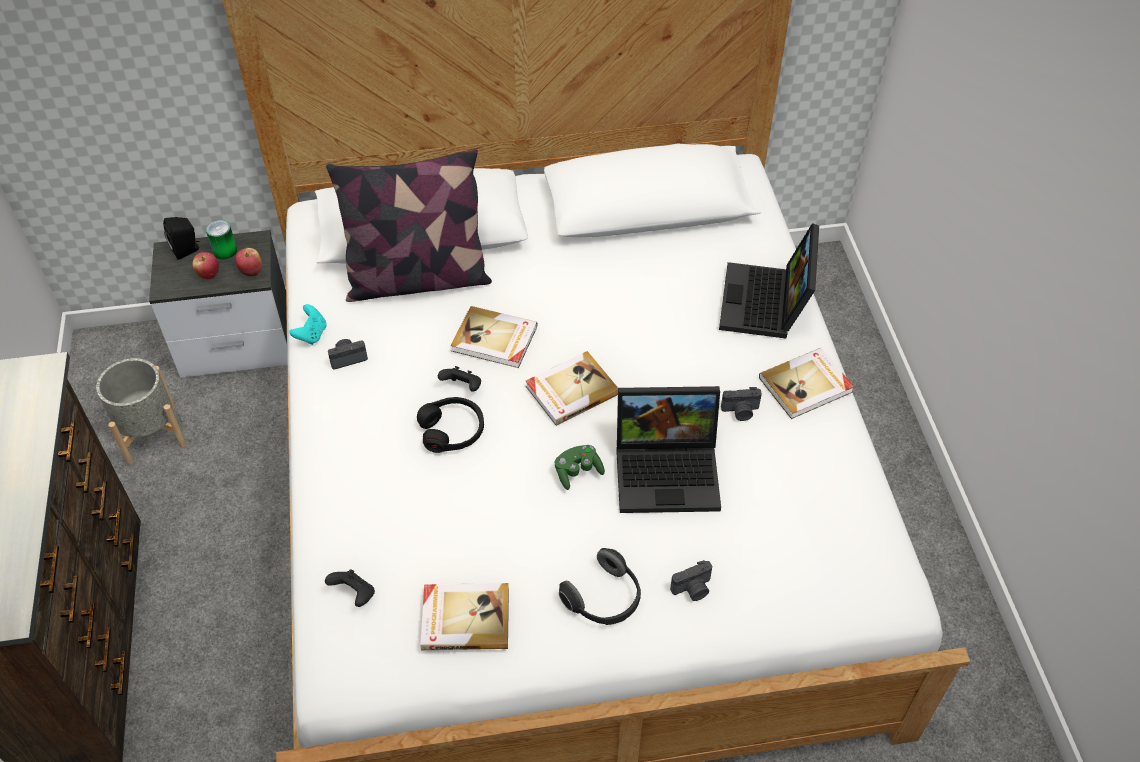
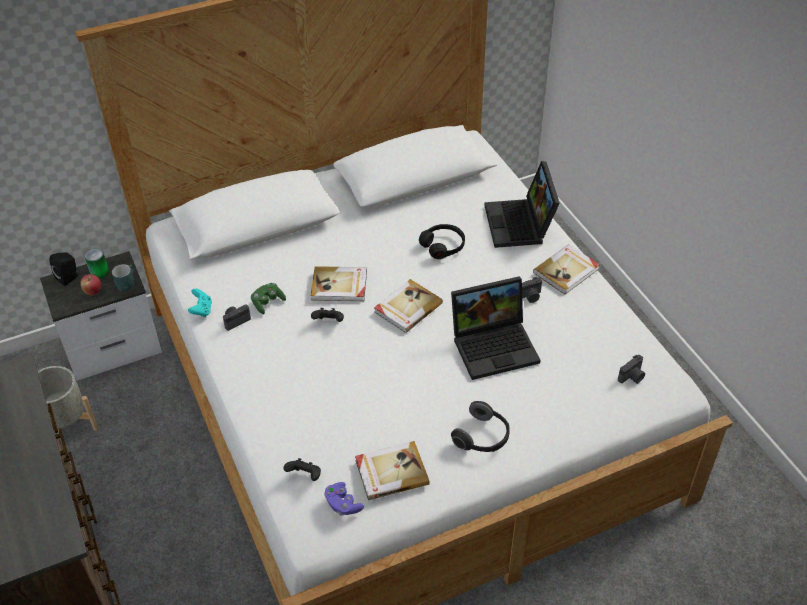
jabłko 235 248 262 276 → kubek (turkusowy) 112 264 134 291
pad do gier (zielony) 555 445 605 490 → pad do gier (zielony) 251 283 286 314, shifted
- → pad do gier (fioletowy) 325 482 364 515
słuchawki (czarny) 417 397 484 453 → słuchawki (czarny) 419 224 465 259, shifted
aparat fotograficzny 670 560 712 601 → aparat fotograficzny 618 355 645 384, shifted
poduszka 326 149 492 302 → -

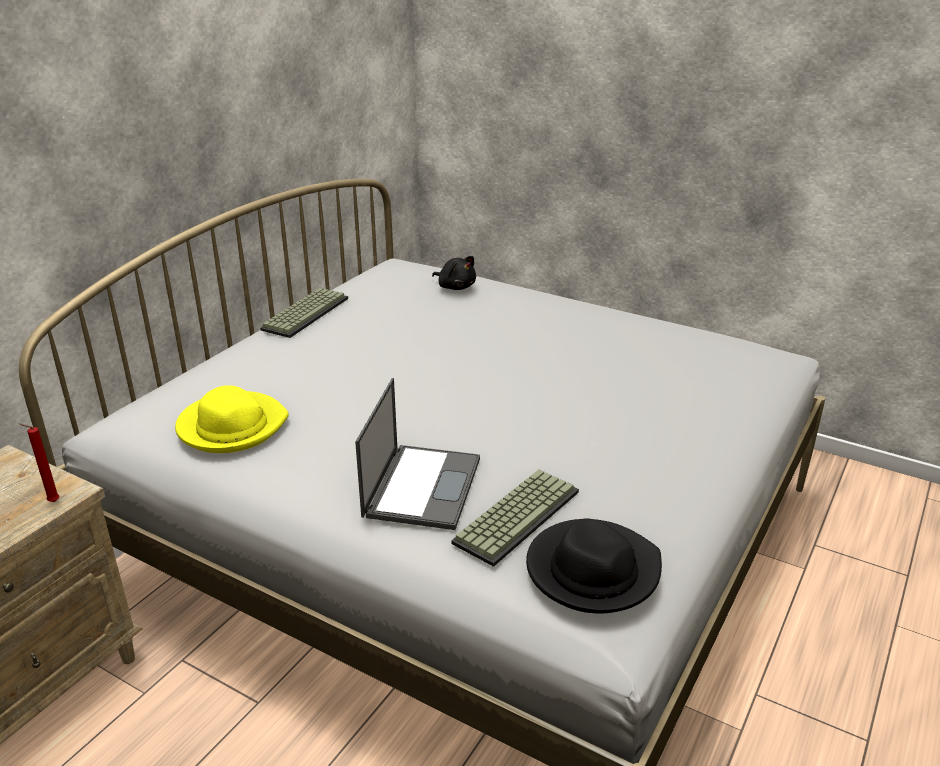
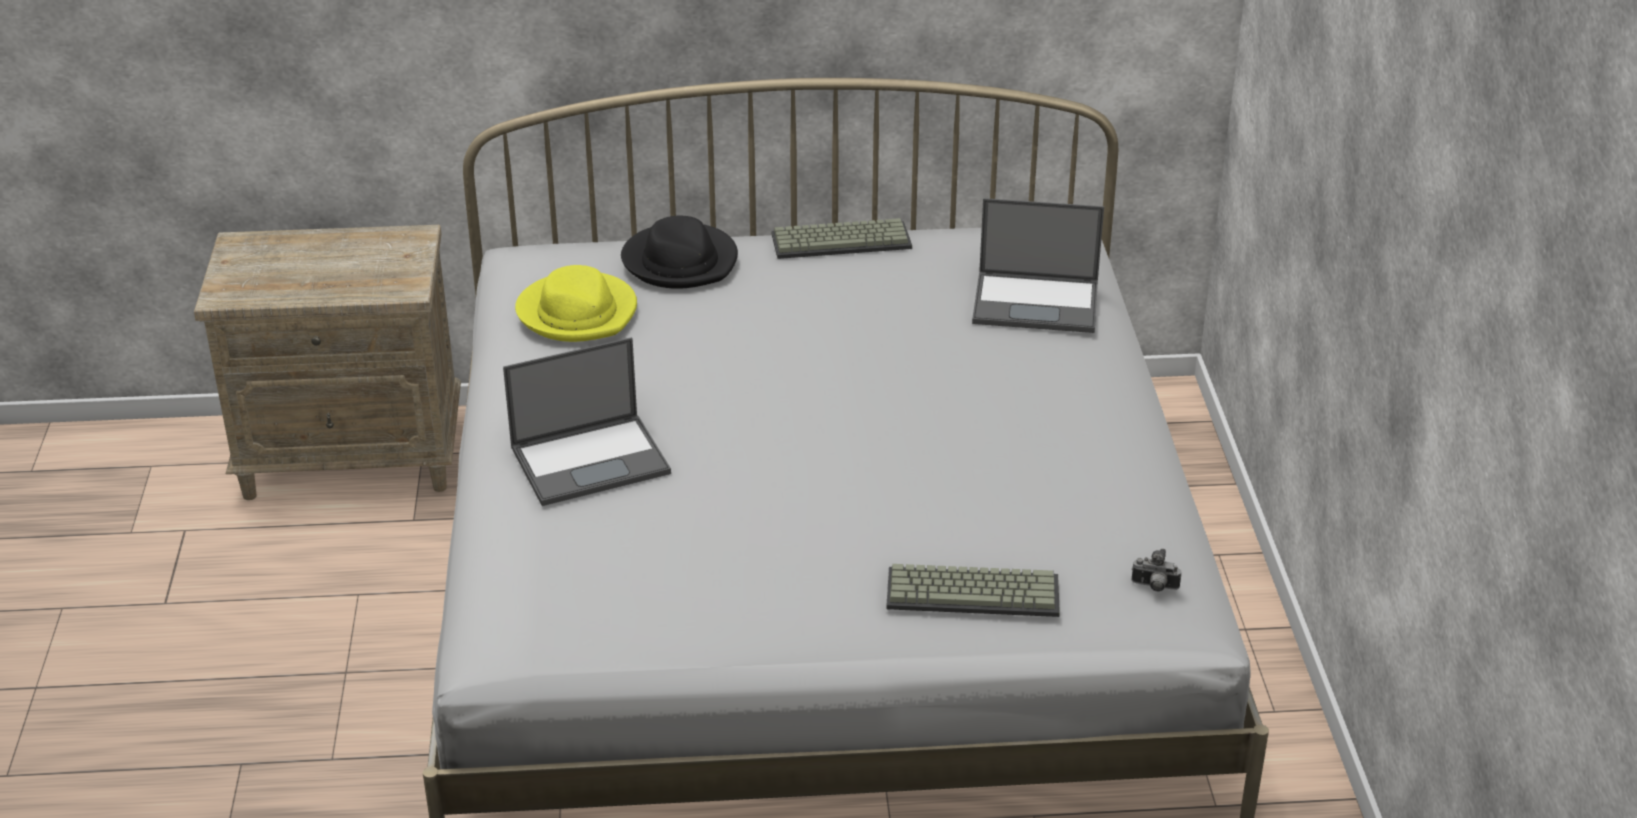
kapelusz (czarny) 526 518 662 613 → kapelusz (czarny) 621 215 738 289, shifted
klawiatura 451 469 579 567 → klawiatura 886 564 1060 617, shifted
pluszak (czarny) 432 256 476 290 → laptop 972 198 1104 333
- → aparat fotograficzny 1132 549 1181 592
świeca (czerwony) 19 423 60 502 → -

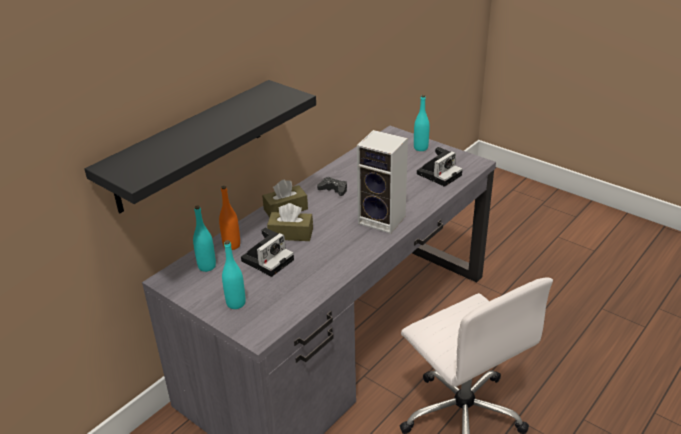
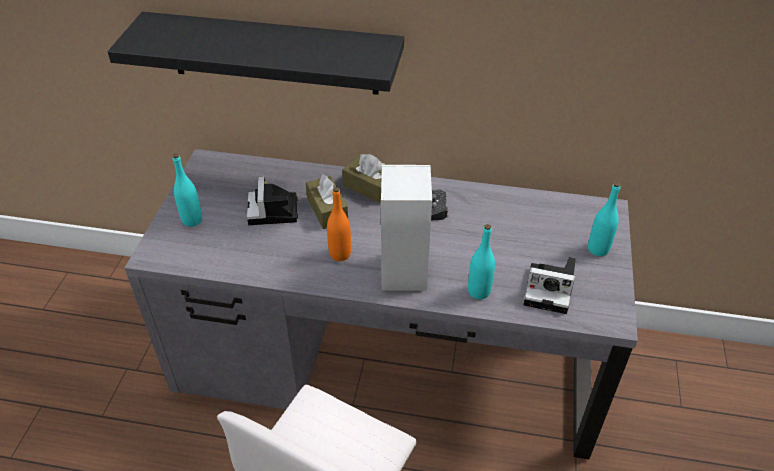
aparat fotograficzny 241 228 294 277 → aparat fotograficzny 247 176 298 225, 75 degrees clockwise
butelka (pomarańczowy) 219 186 240 250 → butelka (pomarańczowy) 327 187 351 261, shifted
butelka (turkusowy) 193 206 216 272 → butelka (turkusowy) 468 224 495 299, shifted

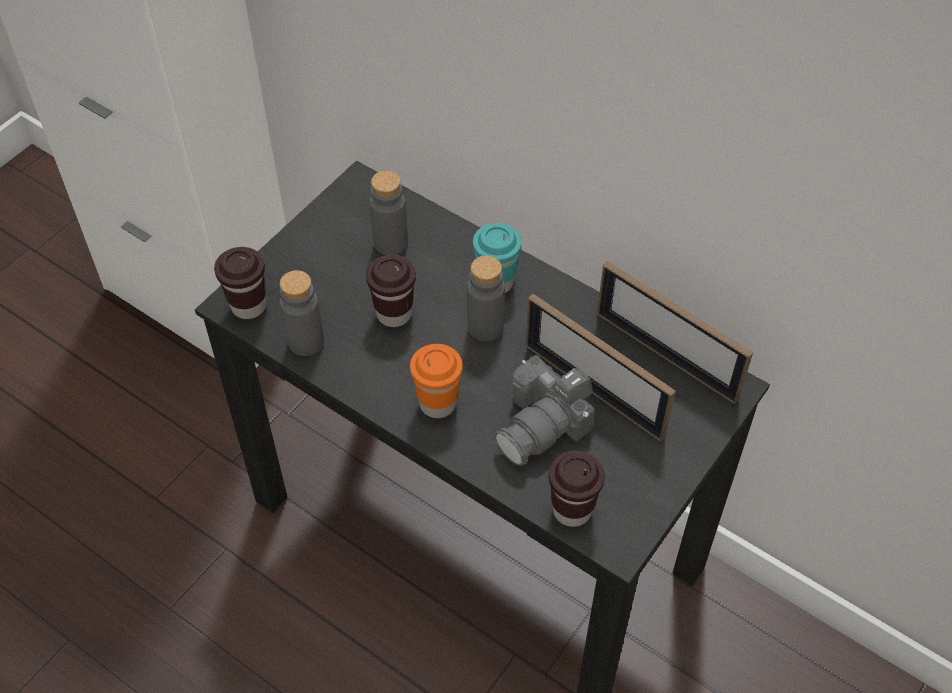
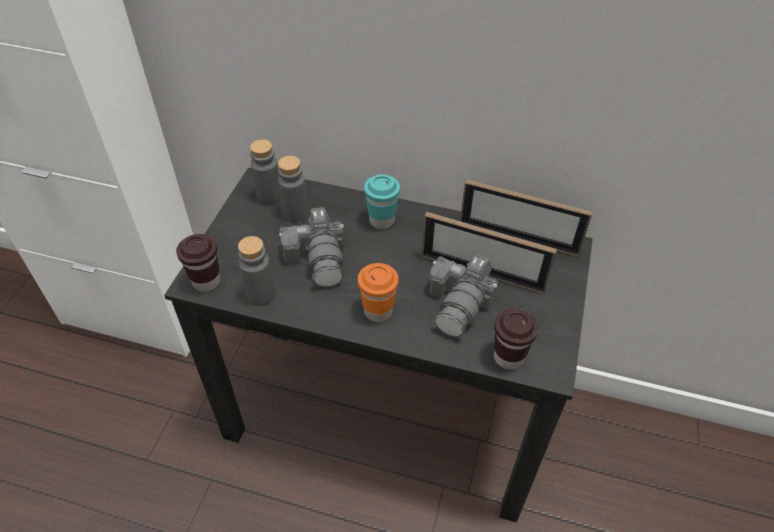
butelka (szary) 467 256 505 341 → butelka (szary) 250 139 281 206, shifted
filiżanka (brązowy) 366 255 416 327 → aparat fotograficzny 279 207 344 287

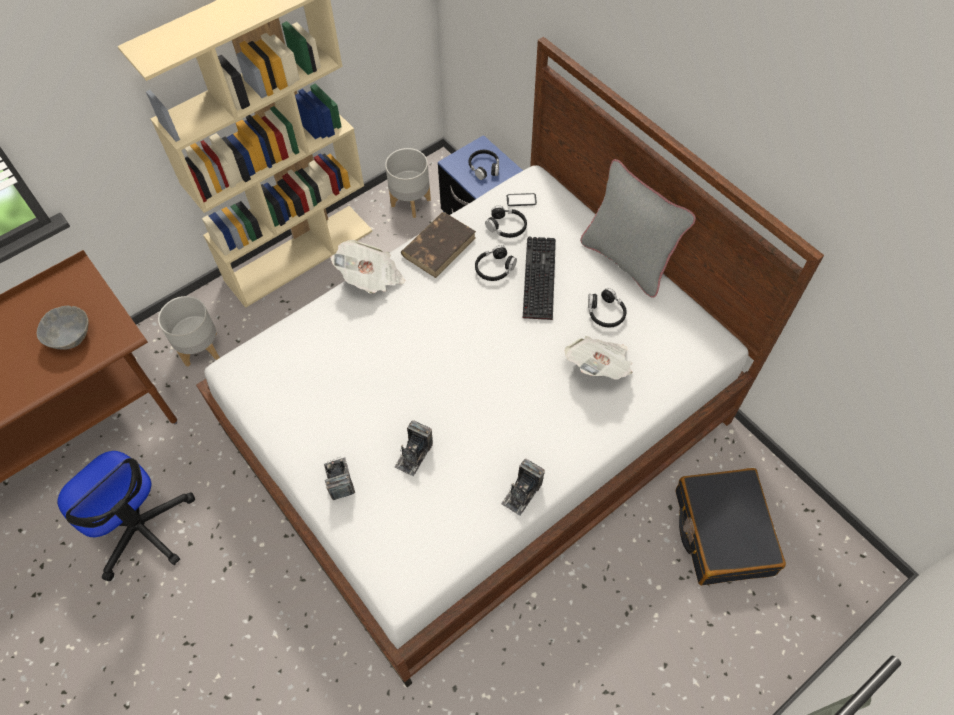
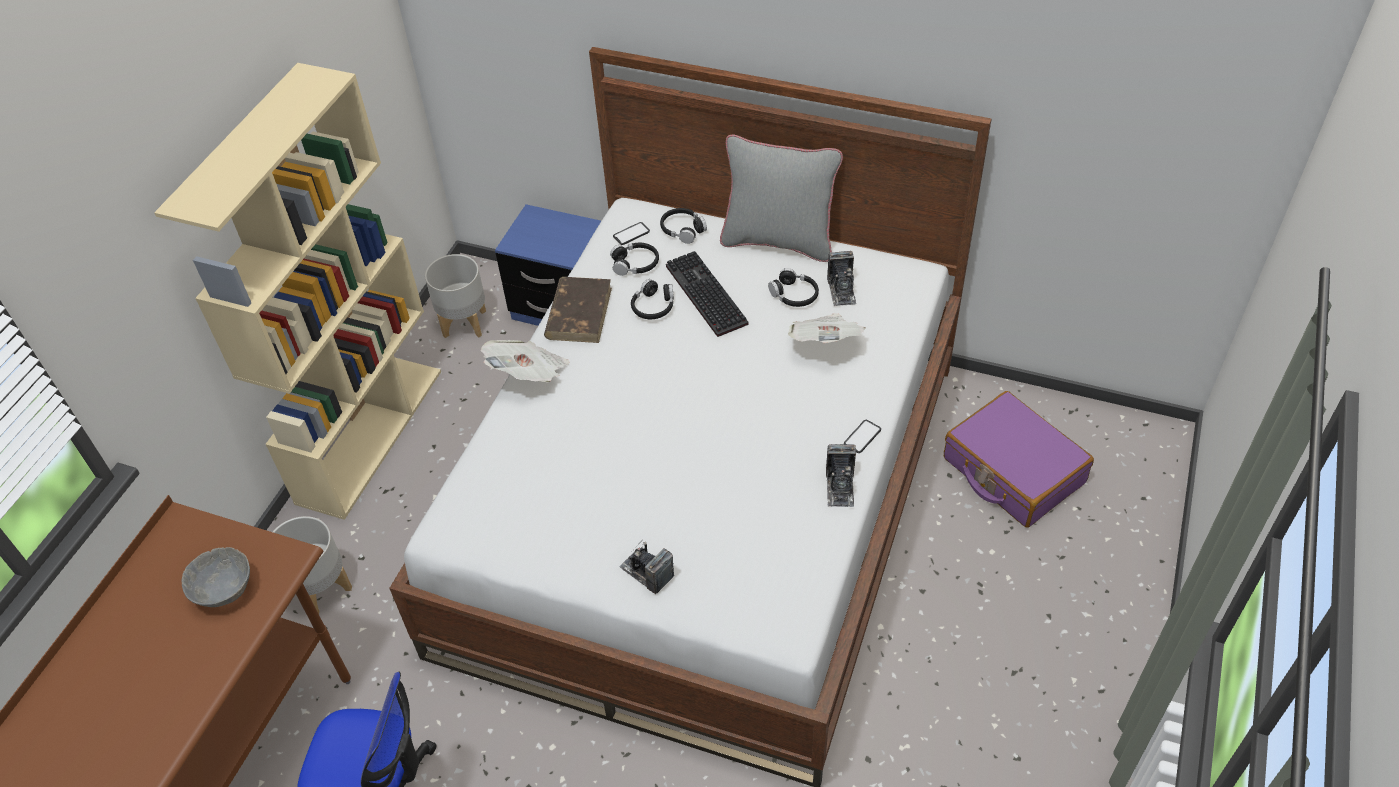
słuchawki (czarny) 469 150 499 180 → słuchawki (czarny) 660 208 707 244, shifted
aparat fotograficzny 394 420 433 476 → aparat fotograficzny 827 251 856 306, shifted
- → telefon 844 420 881 453
walizka (czarny) 676 468 786 585 → walizka (fioletowy) 944 391 1094 528

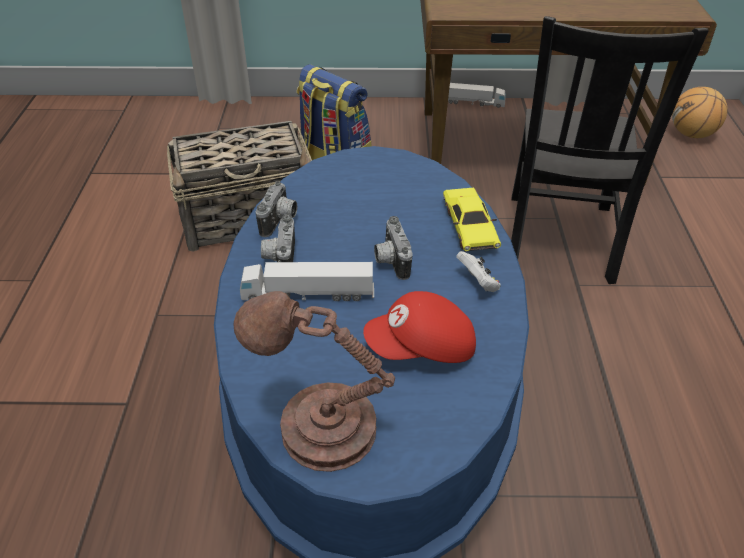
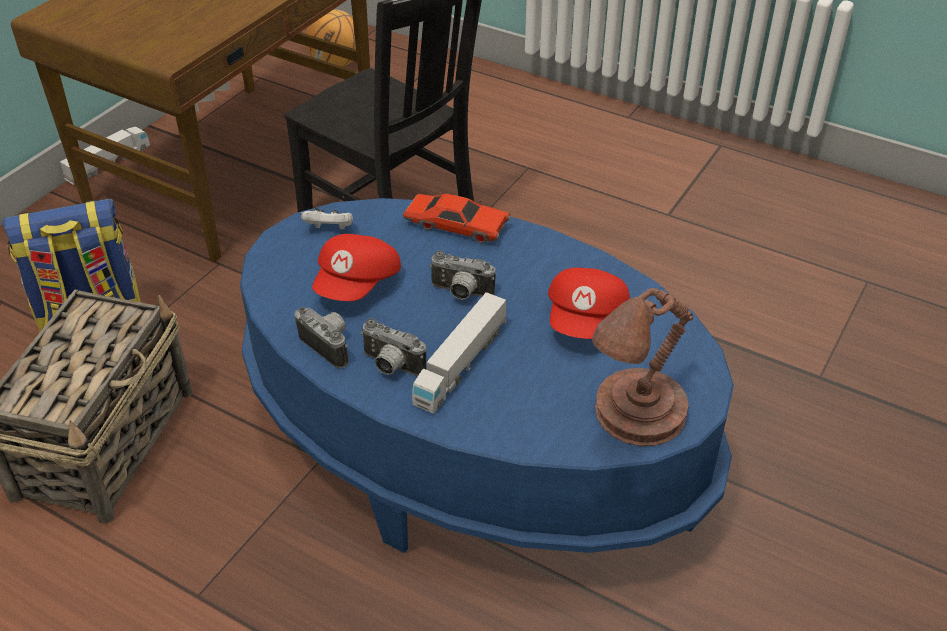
pad do gier (biały) 456 251 501 292 → pad do gier (biały) 301 208 353 229, shifted
- → czapka z daszkiem (czerwony) 312 234 401 301
samochodzik (żółty) 443 188 501 252 → samochodzik (czerwony) 403 194 510 244

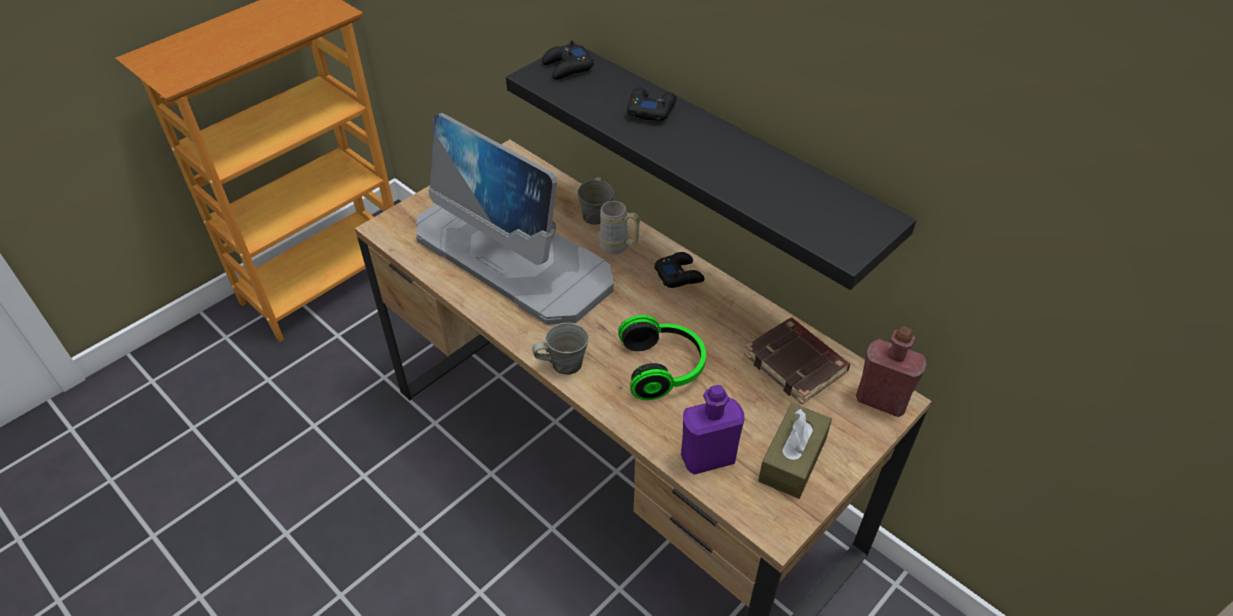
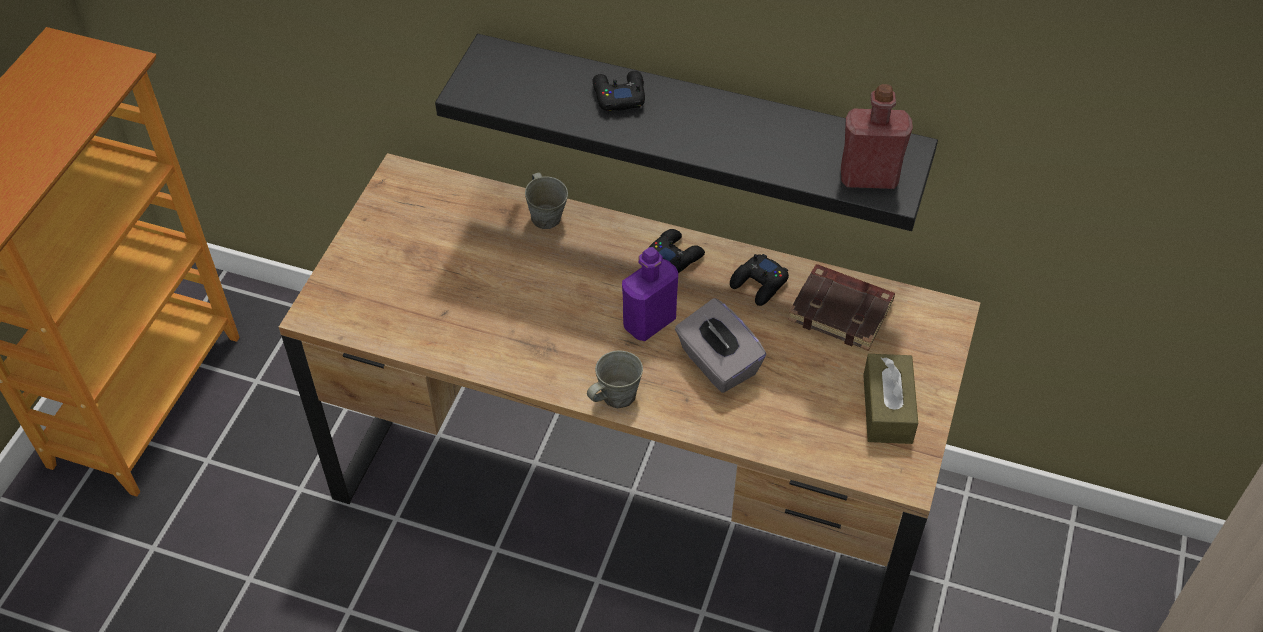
butelka (fioletowy) 681 385 744 475 → butelka (fioletowy) 622 247 678 341, shifted
słuchawki 618 315 706 400 → pudełko chusteczek (szary) 675 298 767 393
pad do gier (czarny) 542 40 594 80 → pad do gier (czarny) 730 254 789 306, shifted
butelka (czerwony) 856 326 927 417 → butelka (czerwony) 841 84 913 189, shifted
monitor 416 113 614 325 → -
kubek (beżowy) 599 201 640 254 → -

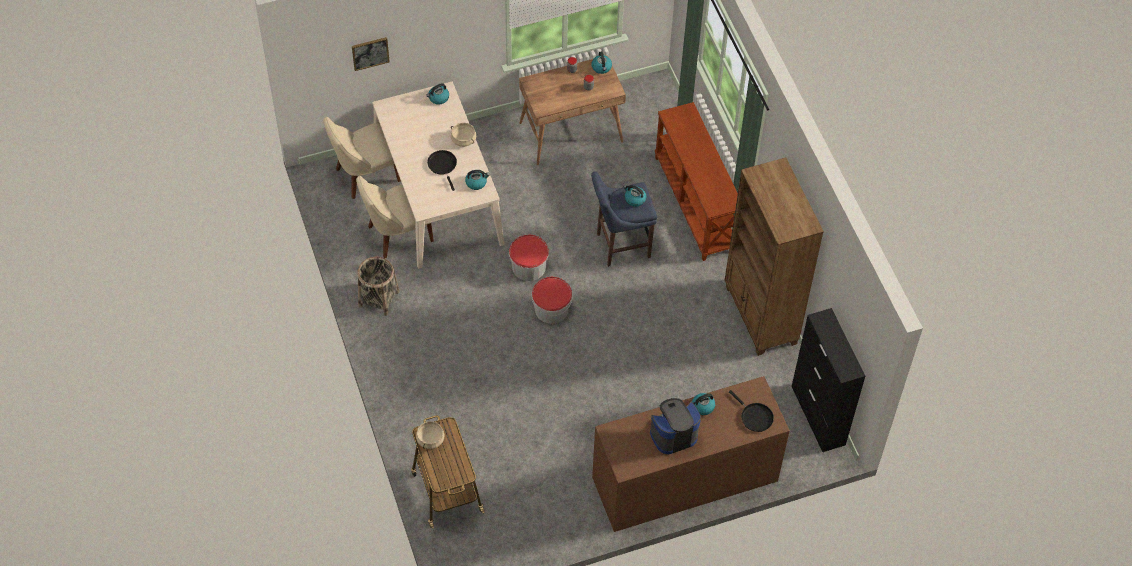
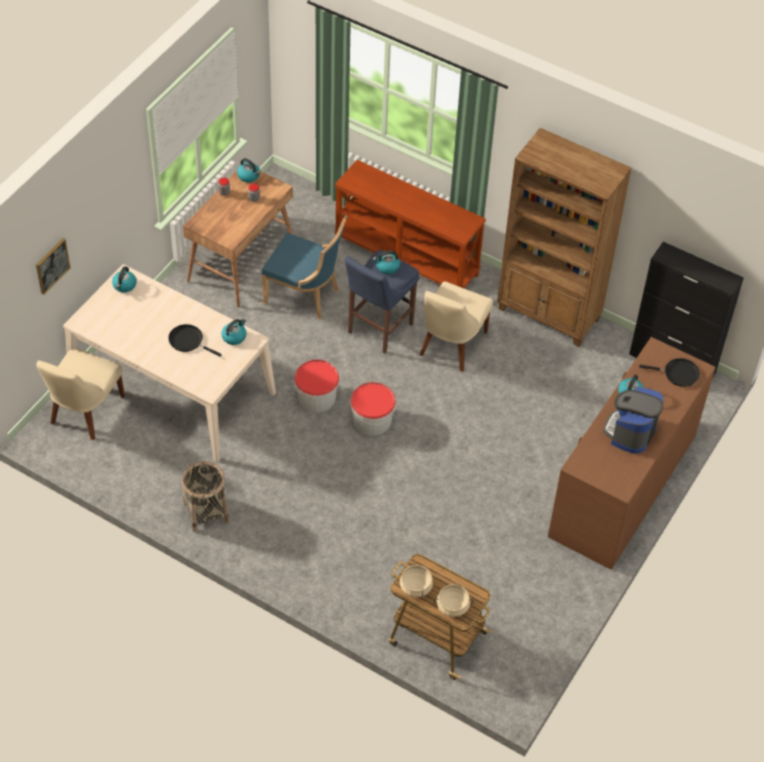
- → krzesło (niebieski) 261 218 346 319
krzesło (beżowy) 356 176 434 258 → krzesło (beżowy) 420 281 493 372, shifted
garnek (beżowy) 451 123 476 147 → garnek (beżowy) 434 584 474 617, shifted

